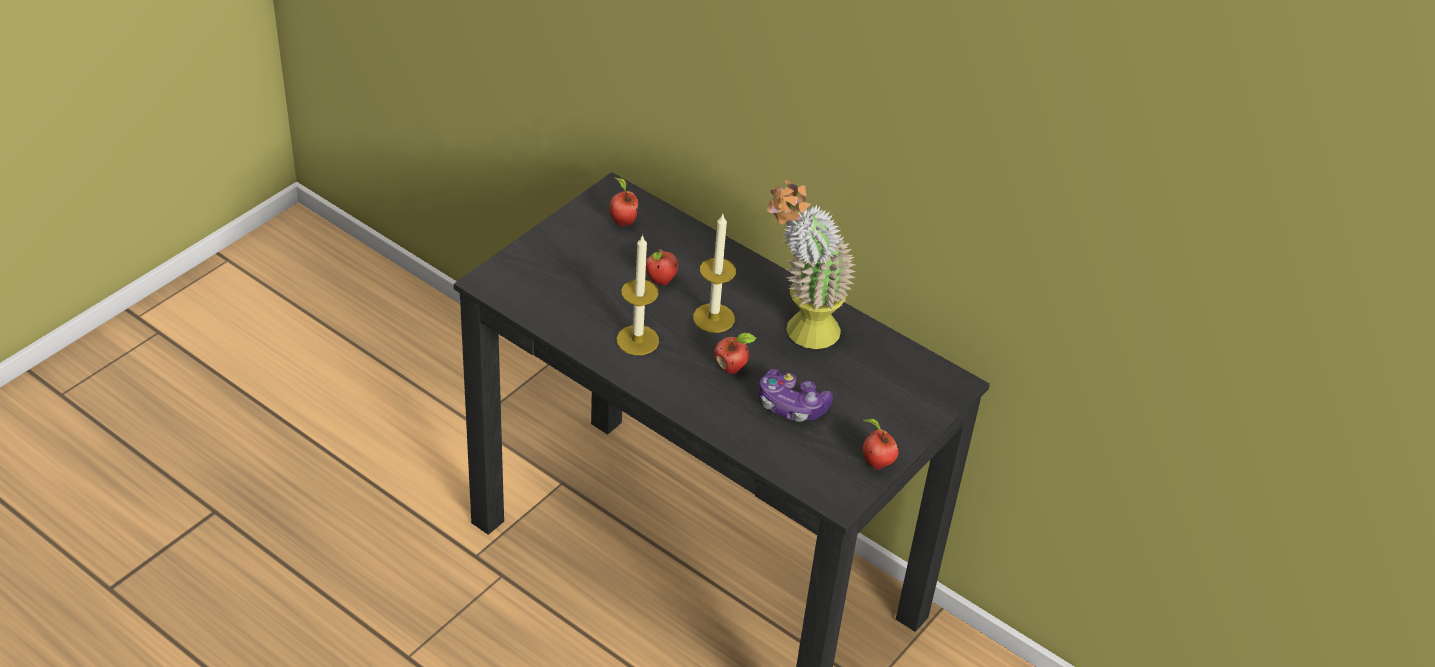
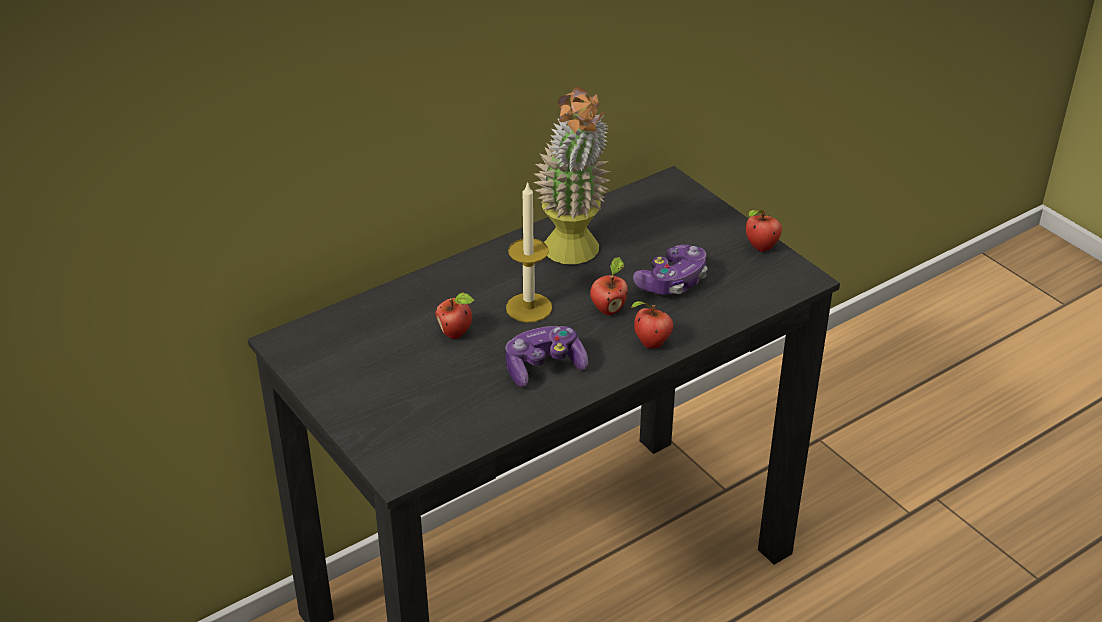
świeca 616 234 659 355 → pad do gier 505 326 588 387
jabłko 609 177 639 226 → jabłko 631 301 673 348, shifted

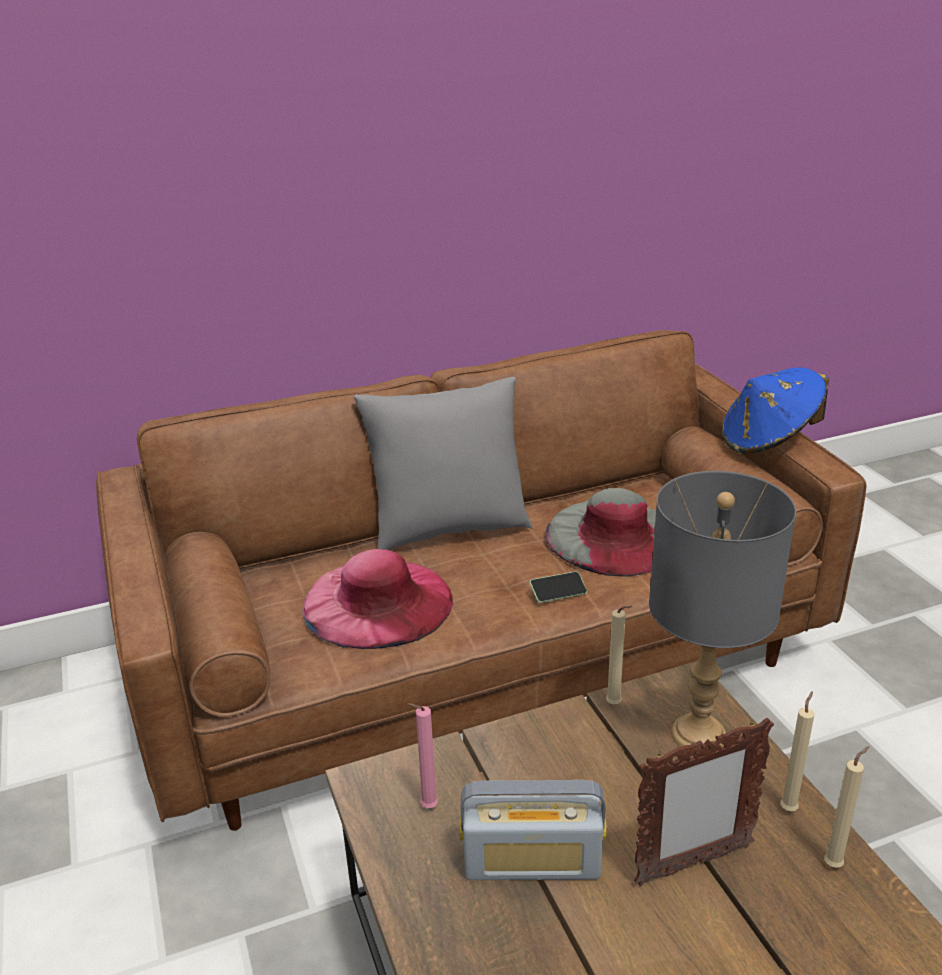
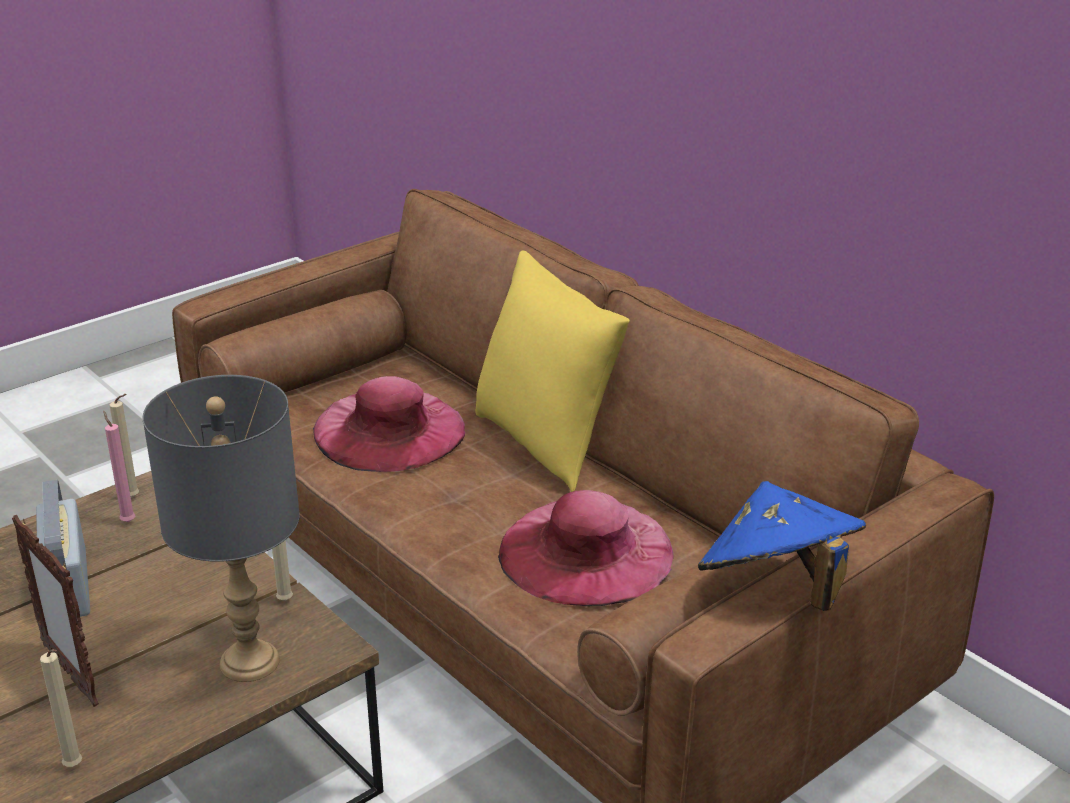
świeca (beżowy) 780 691 814 811 → świeca (beżowy) 109 394 139 498, shifted
poduszka (szary) 354 377 533 550 → poduszka (żółty) 475 250 630 492
kapelusz (szary) 546 488 656 576 → kapelusz (różowy) 498 490 674 606
telefon 530 571 587 603 → -

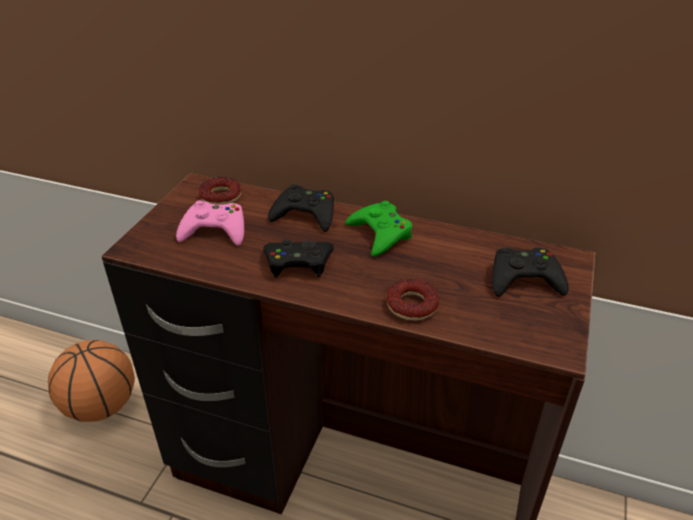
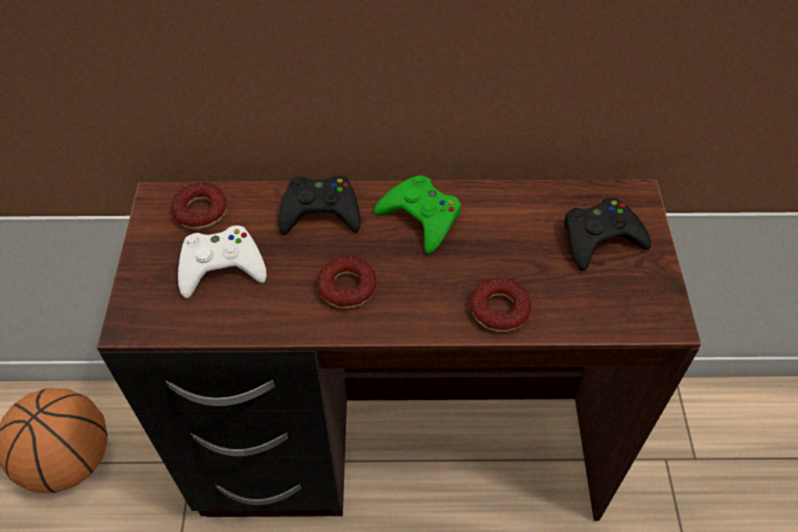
pad do gier (różowy) 176 200 244 246 → pad do gier (biały) 178 226 267 298
pad do gier (czarny) 263 239 334 278 → donut 317 256 376 309

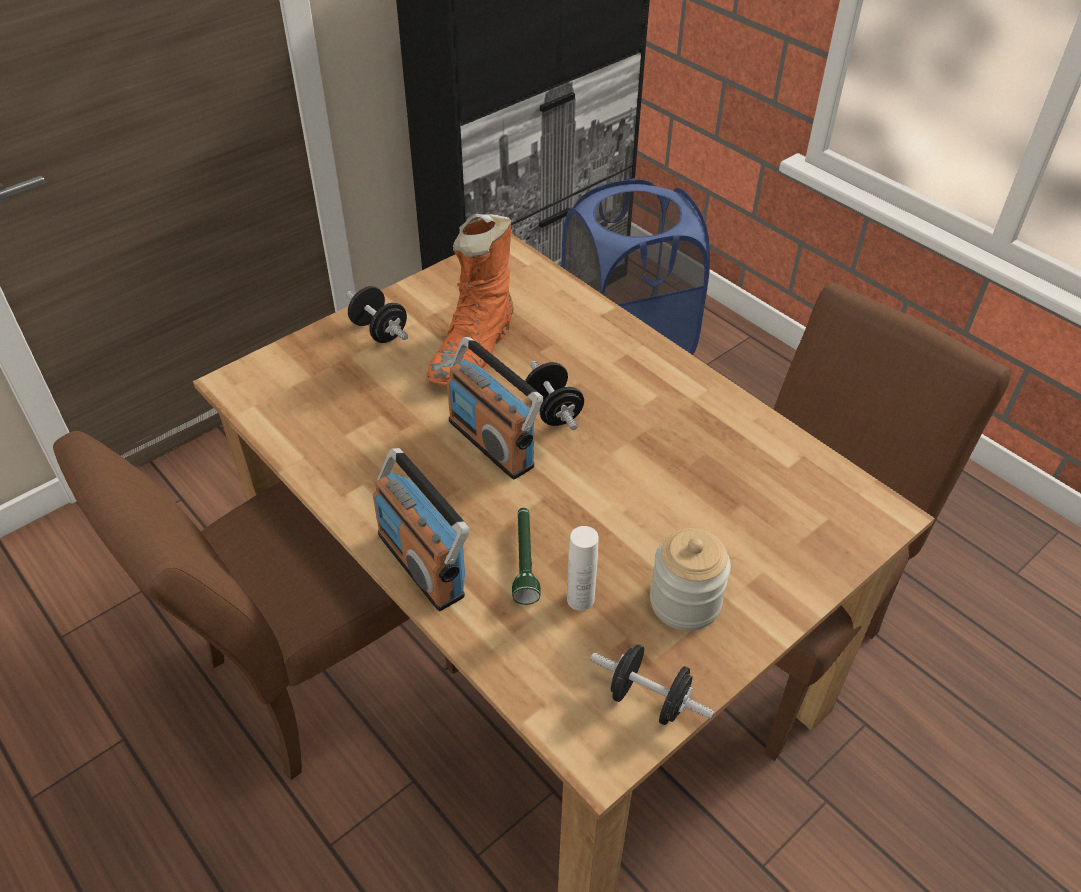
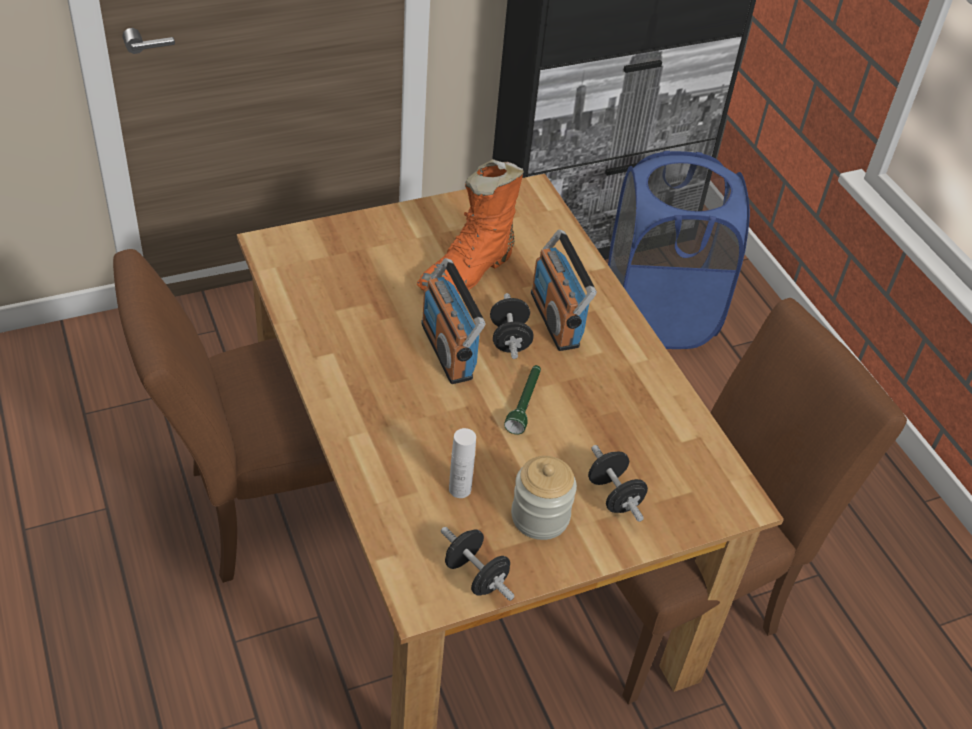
latarka (zielony) 512 508 541 605 → latarka (zielony) 504 365 541 435, shifted
radio 373 448 470 611 → radio 531 229 597 351, shifted
hantel (czarny) 346 286 408 343 → hantel (czarny) 588 445 648 522, shifted

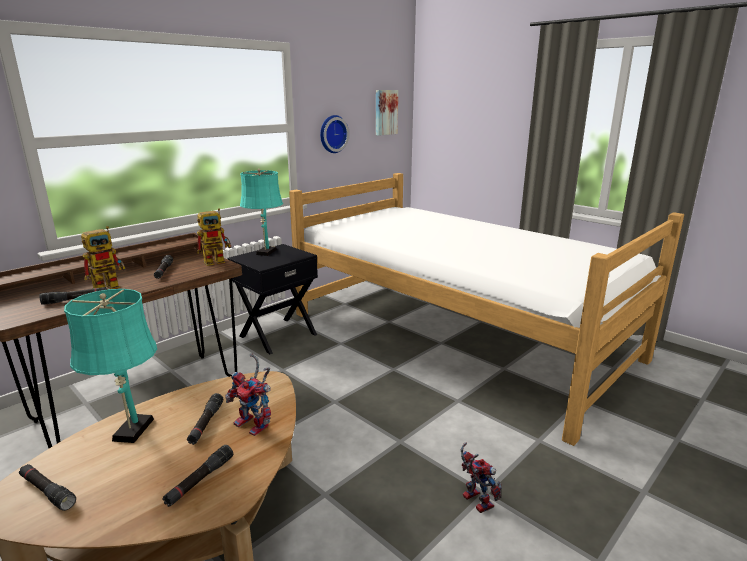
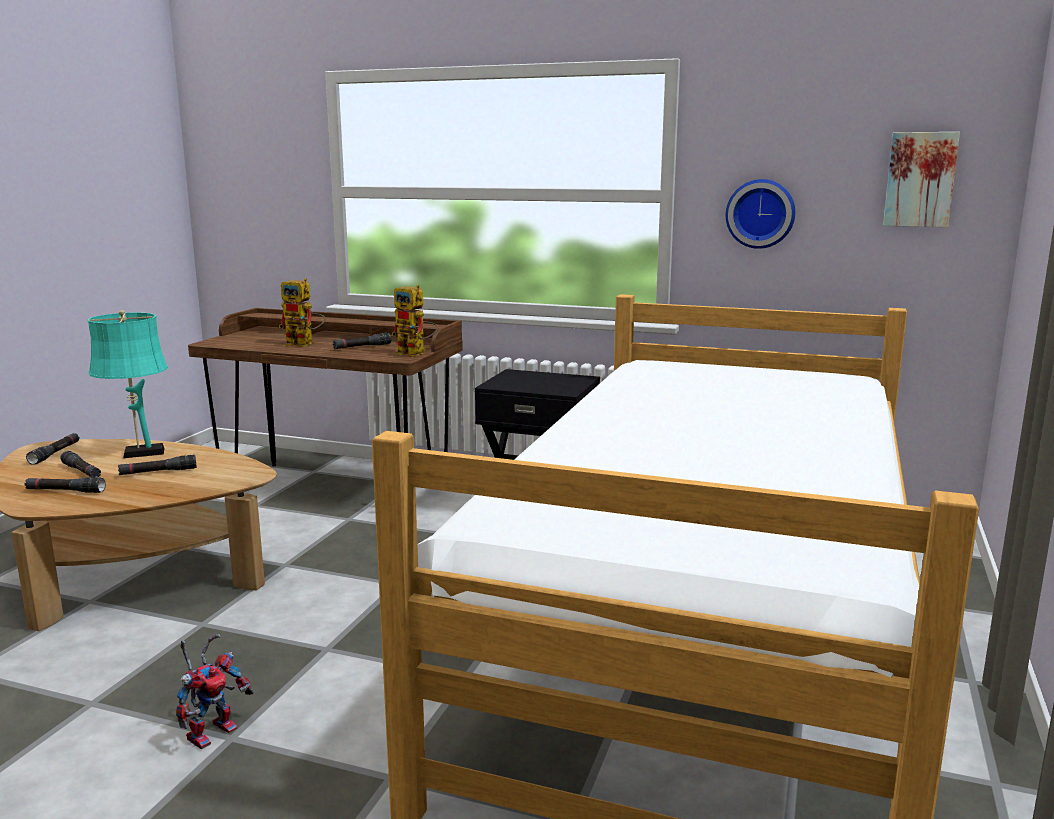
latarka (czarny) 39 287 107 305 → latarka (czarny) 60 451 101 478, shifted
robot zabawkowy 225 353 271 436 → -
lampa stołowa (turkusowy) 240 168 283 256 → -

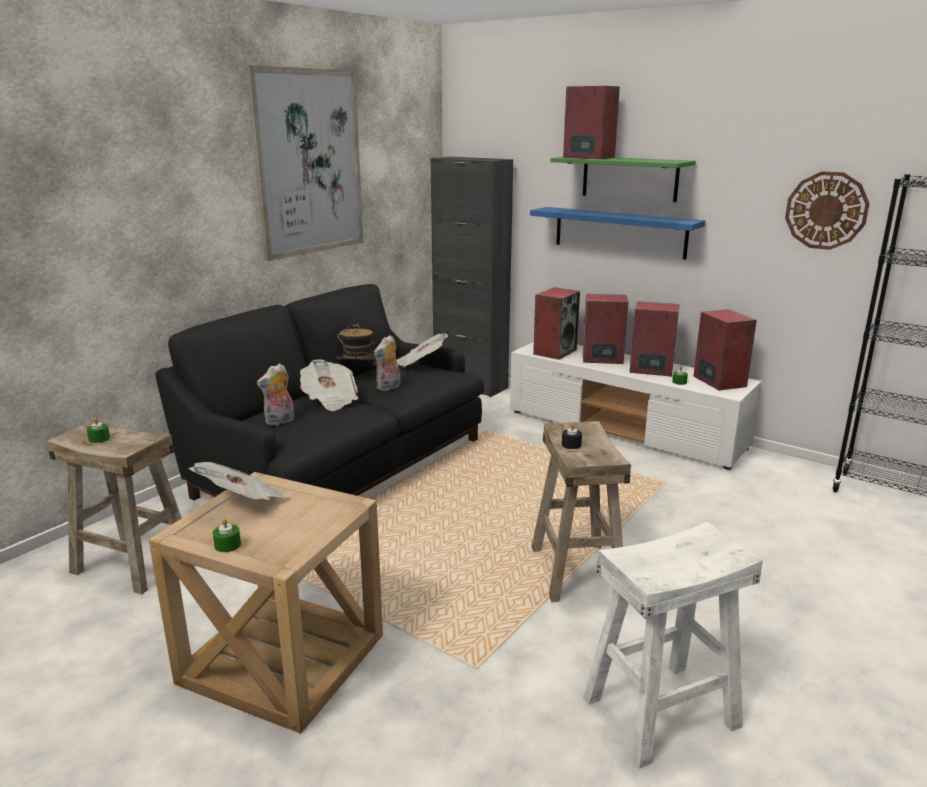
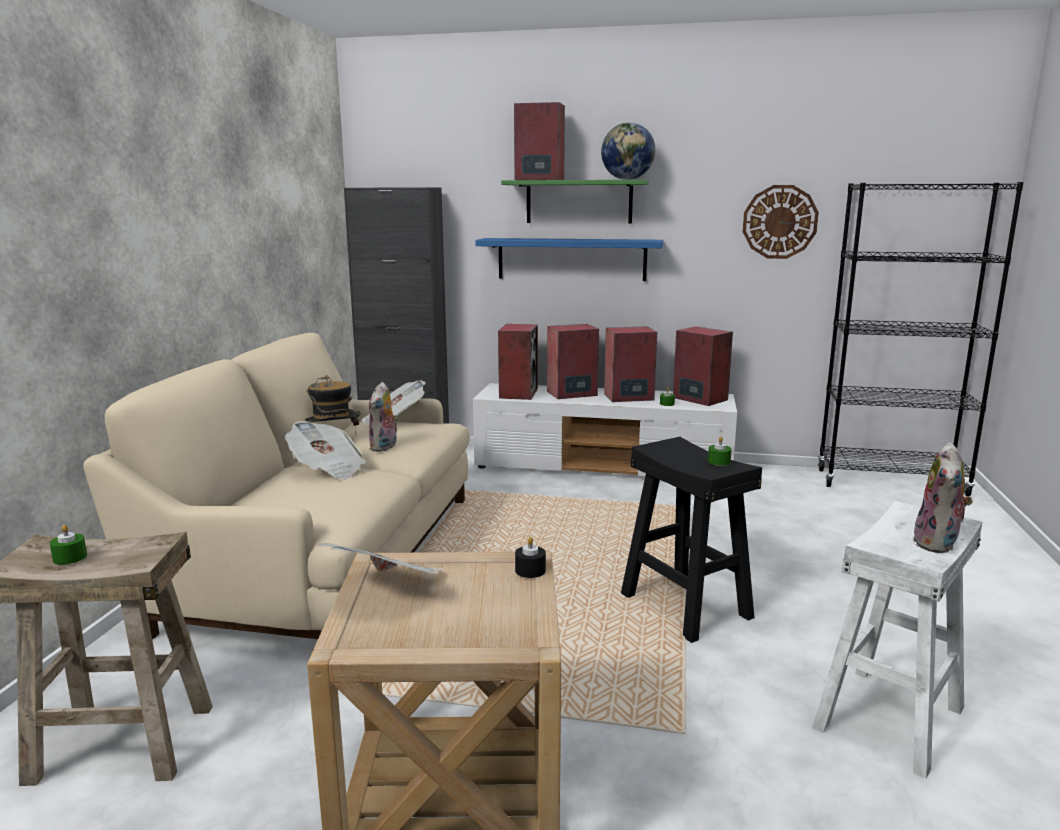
kanapa (czarny) 156 284 484 500 → kanapa (beżowy) 83 333 470 640
świeca (czarny) 562 423 582 449 → świeca (czarny) 515 537 546 578, shifted
- → globus 601 122 655 180
stołek (beżowy) 532 421 631 602 → stołek (czarny) 621 437 762 643
świeca (zielony) 213 519 241 552 → świeca (zielony) 708 437 732 466, shifted
pluszak 257 363 295 426 → pluszak 912 442 973 554, shifted
obraz 246 65 364 261 → -

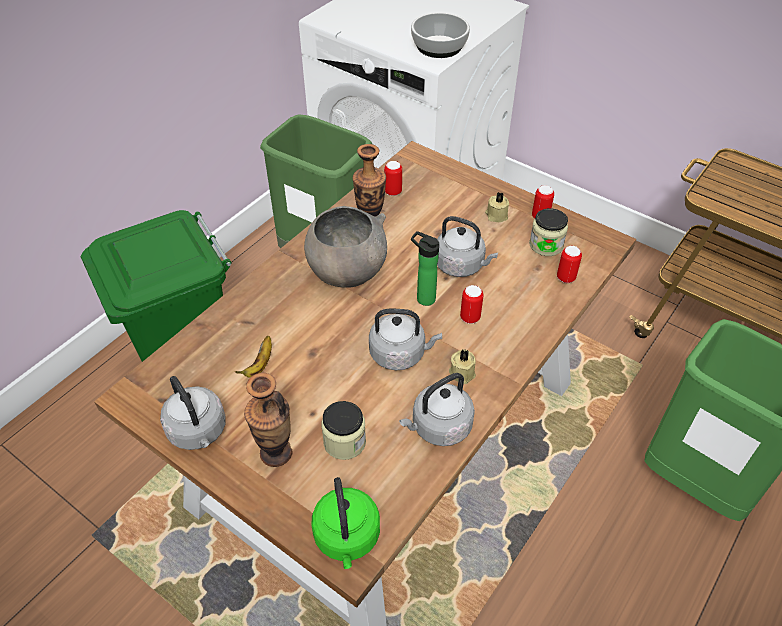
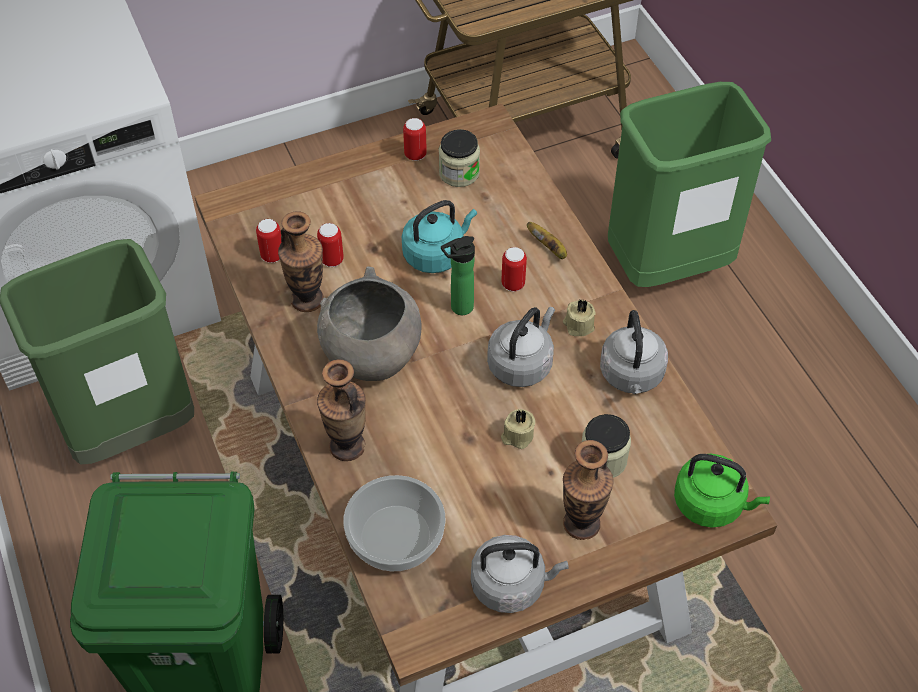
puszka 557 246 582 283 → puszka 317 223 344 267, shifted
- → wazon 317 359 366 461
miska 411 12 470 58 → miska 343 475 446 571, shifted
czajnik (szary) 437 216 498 277 → czajnik (turkusowy) 402 200 477 273
świeca (beżowy) 485 192 509 222 → świeca (beżowy) 501 409 535 449, shifted
banan 235 336 272 378 → banan 527 222 567 259, shifted

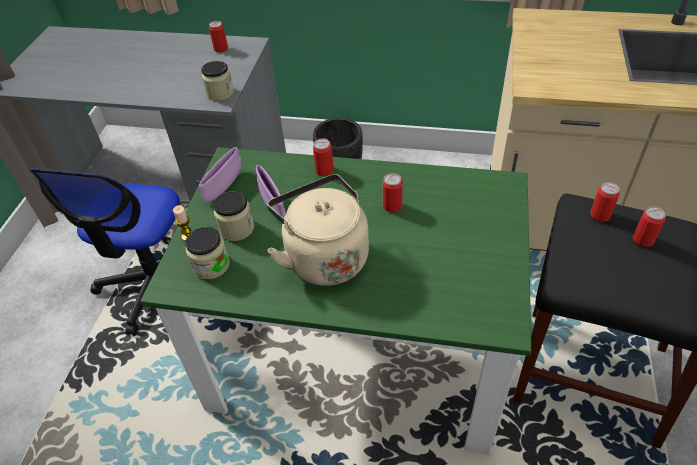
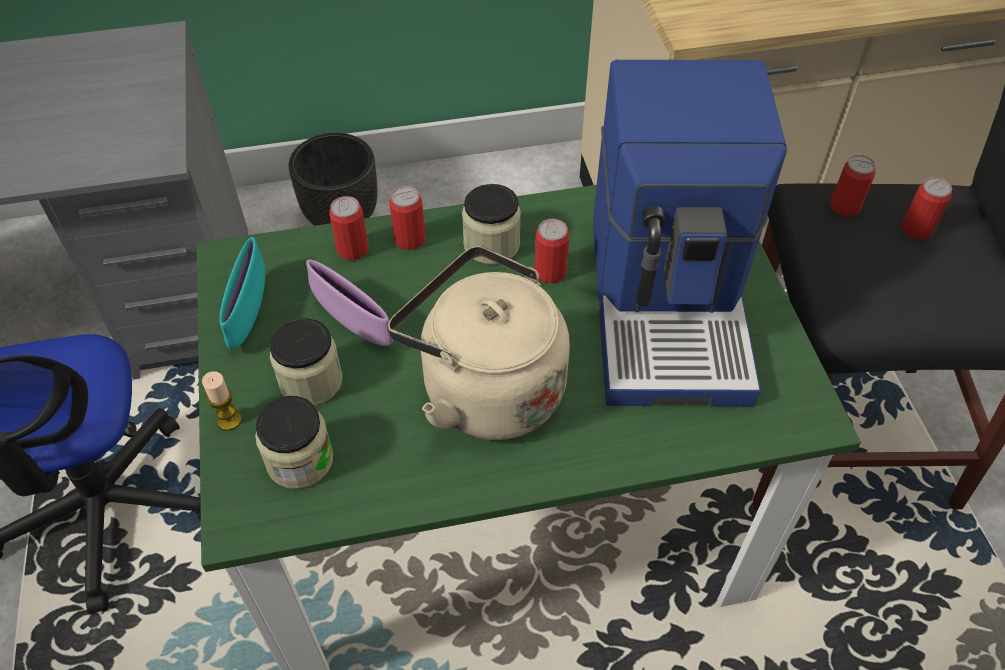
miska (fioletowy) 199 147 242 202 → miska (turkusowy) 219 237 265 350
puszka 209 21 228 53 → puszka 329 196 369 260, shifted
słoik 201 61 234 101 → słoik 462 184 521 264, shifted
- → ekspres do kawy 593 60 787 407

